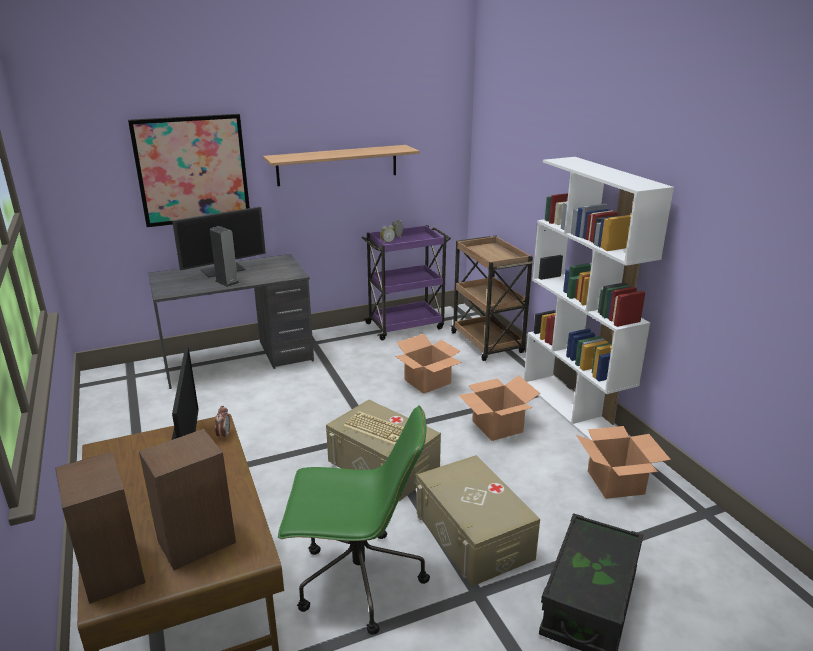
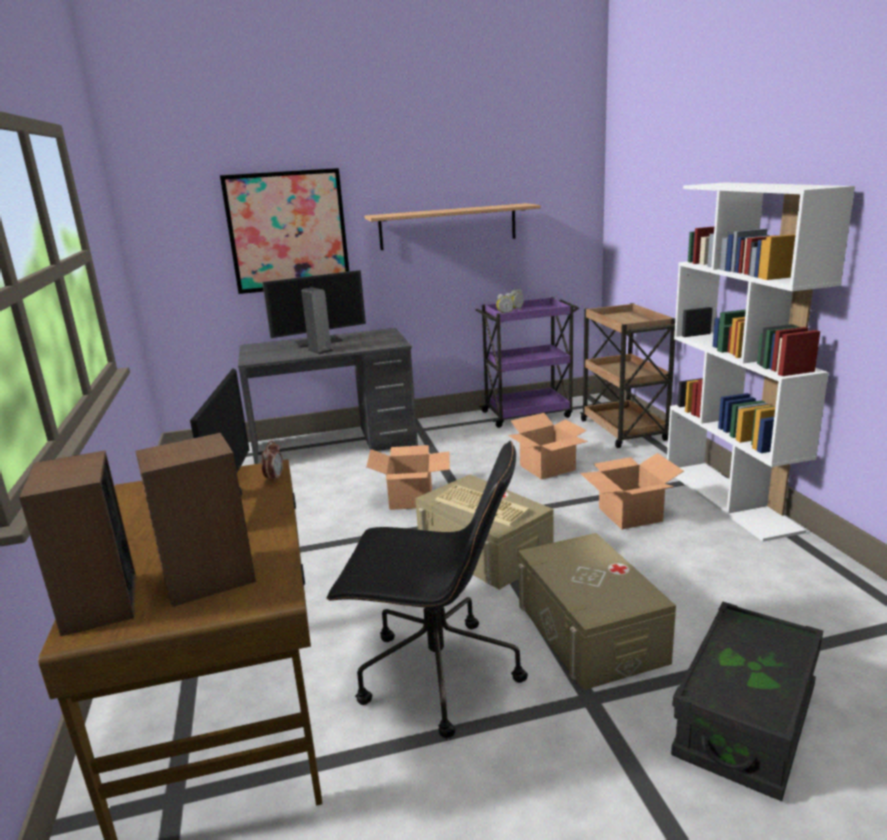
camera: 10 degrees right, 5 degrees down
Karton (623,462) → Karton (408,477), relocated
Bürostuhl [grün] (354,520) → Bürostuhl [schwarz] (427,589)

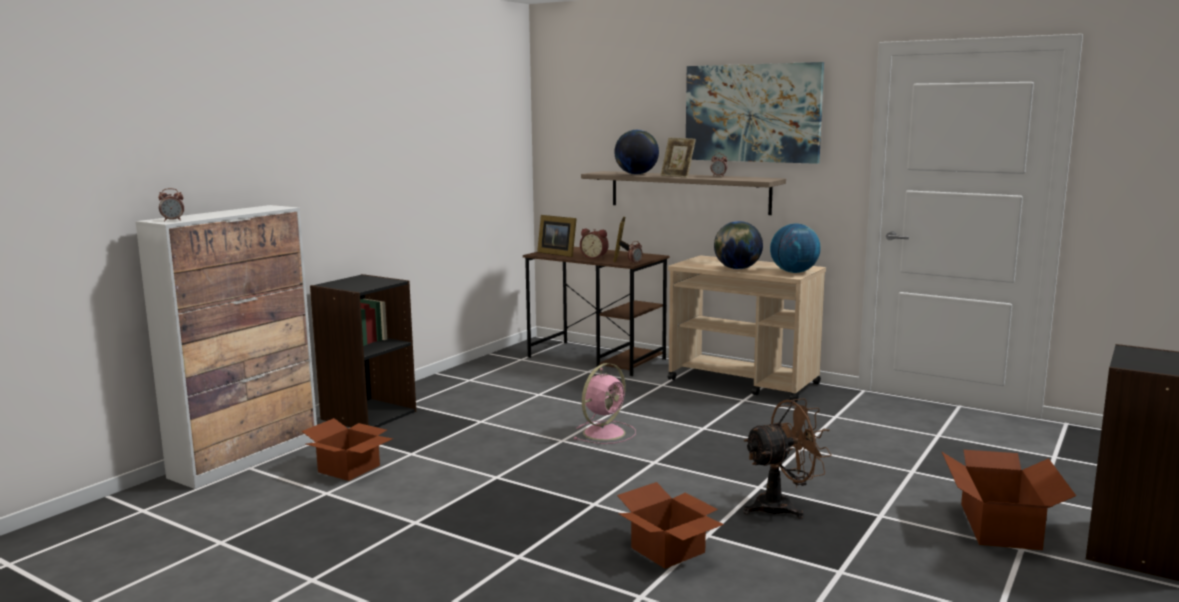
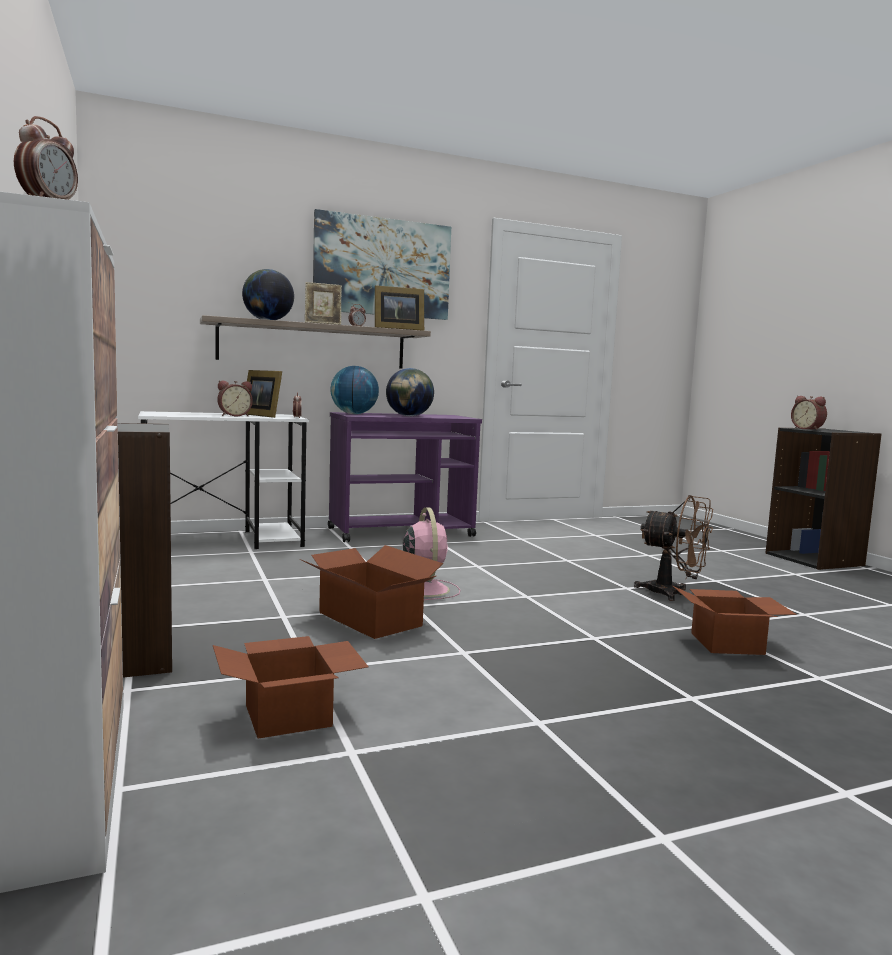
camera: 55 degrees left, 5 degrees down
- → Wecker (809,413)
Bilderrahmen (557,236) → Bilderrahmen (399,308), relocated
Globus (795,248) → Globus (354,390), relocated
Karton (1009,500) → Karton (371,592), relocated
Schreibtisch [braun] (596,311) → Schreibtisch [weiß] (223,480)
Rollwagen [beige] (747,328) → Rollwagen [lila] (405,477)
Ventilator [braun] (788,458) → Ventilator [braun] (673,548), 105 degrees clockwise

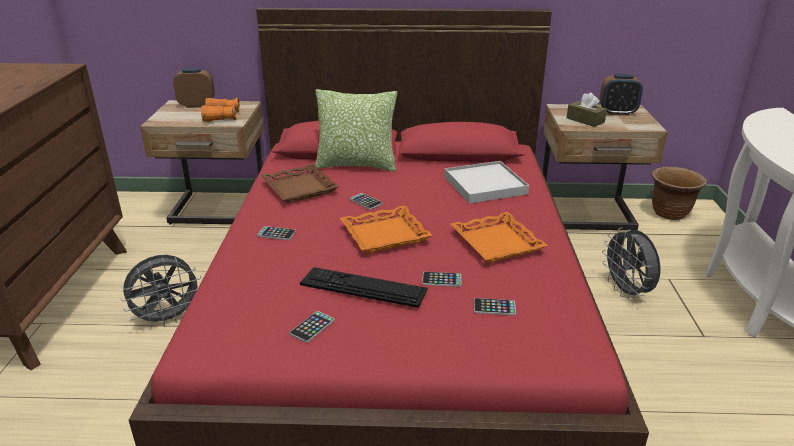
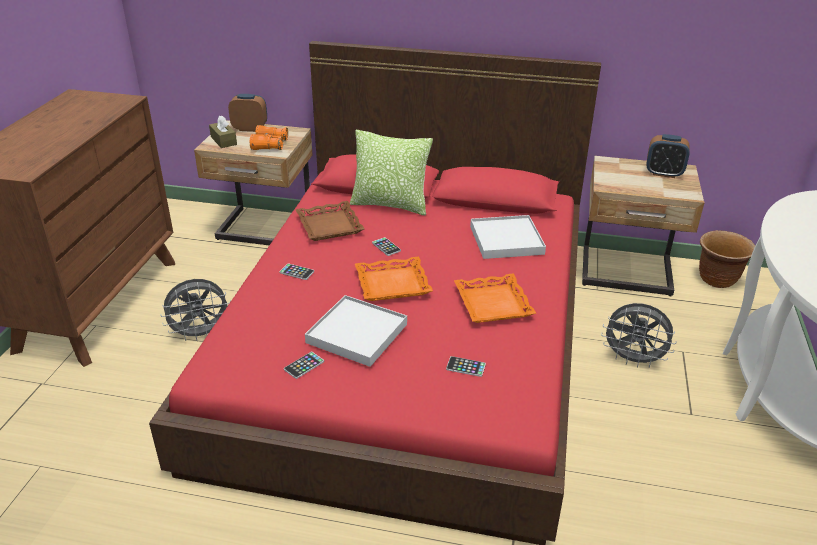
camera: 10 degrees right, 5 degrees up
Handy (441,279) → -
Taschentuchbox [braun] (587,109) → Taschentuchbox [braun] (223,131), relocated
Tastatur (364,287) → Tablett [weiß] (356,331)
Ventilator [grau] (631,264) → Ventilator [grau] (639,335), 60 degrees counterclockwise

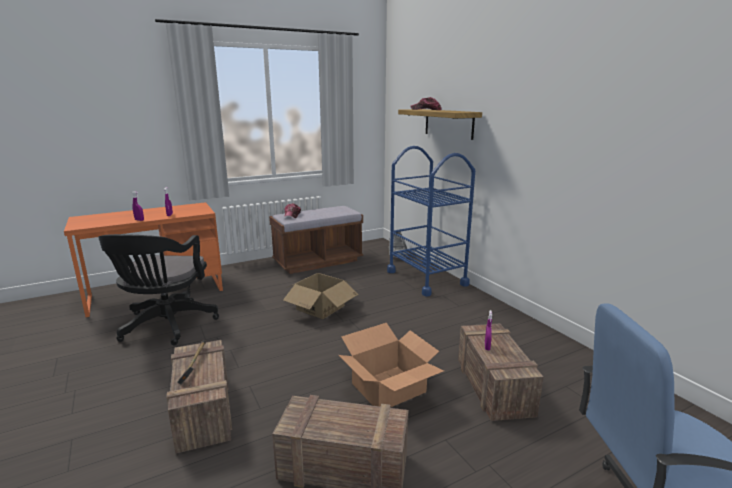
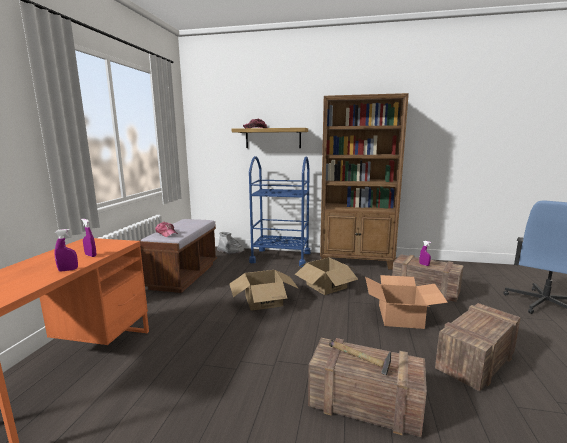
camera: 50 degrees left, 5 degrees down
Bürostuhl [schwarz] (158,289) → -
- → Karton (326,276)
- → Bücherregal [braun] (364,181)

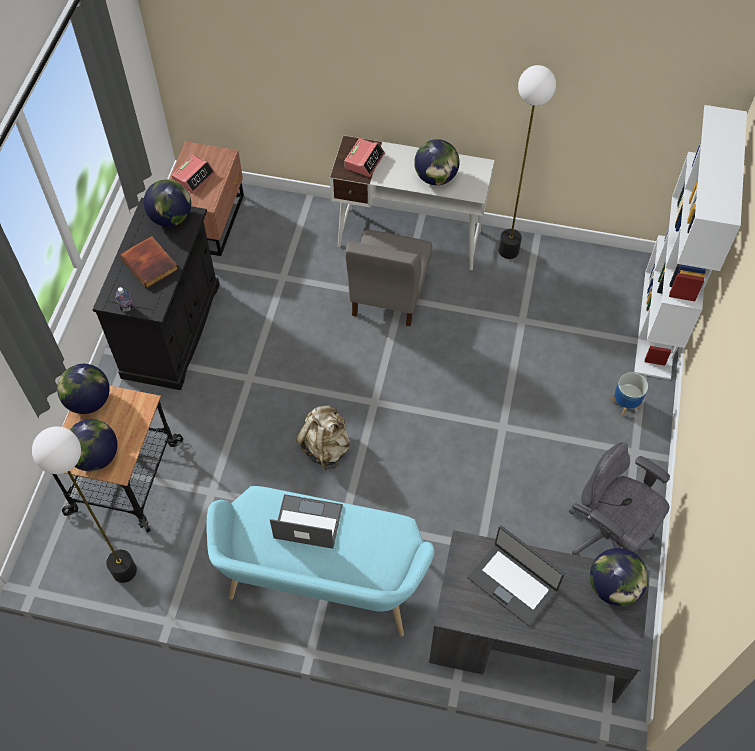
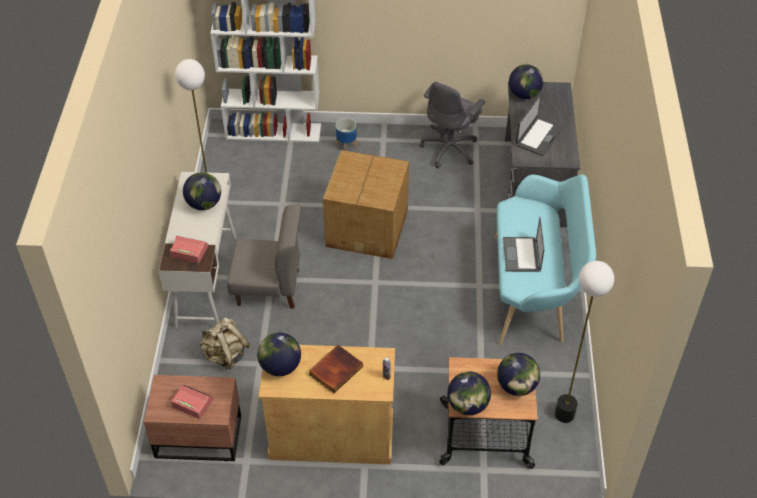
camera: 100 degrees left, 10 degrees down
- → Karton (366,204)
Rucksack [beige] (323,437) → Rucksack [beige] (224,343), relocated
Schrank [schwarz] (156,294) → Schrank [beige] (327,404)

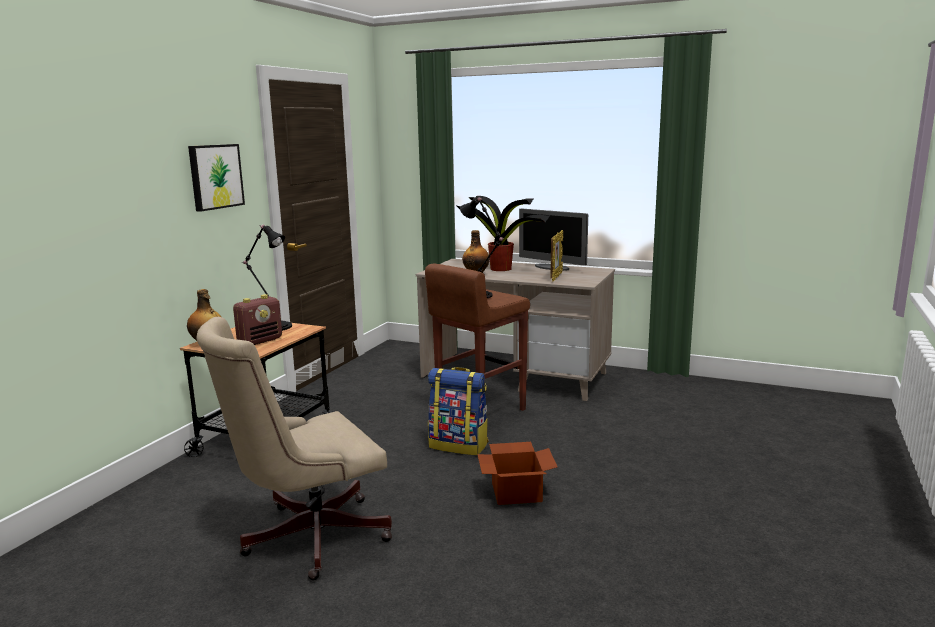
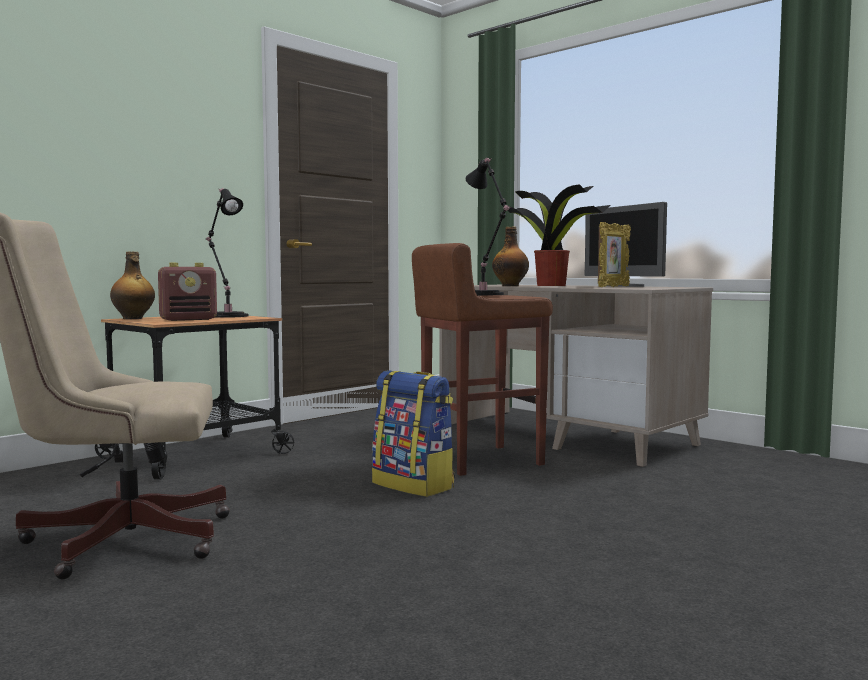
camera: 20 degrees right, 10 degrees down
Bild (216,178) → -
Karton (517,473) → -

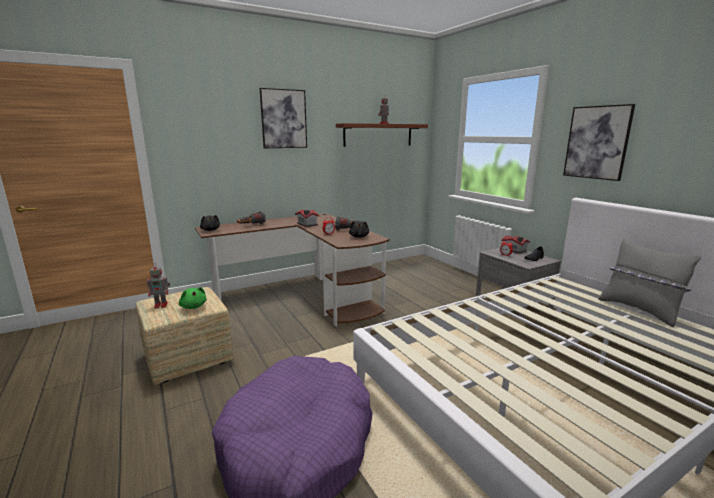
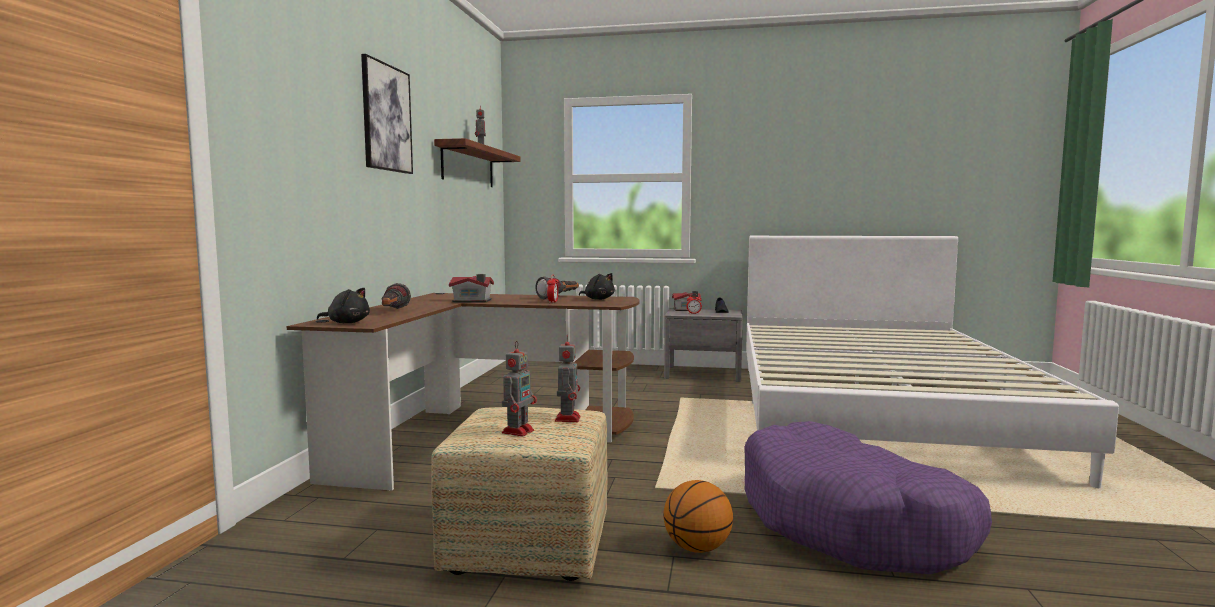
camera: 50 degrees left, 10 degrees down
Bild (599,142) → -
Kissen [grau] (650,283) → -
- → Basketball (698,516)
Plüschtier [grün] (192,298) → Spielzeugroboter (568,378)

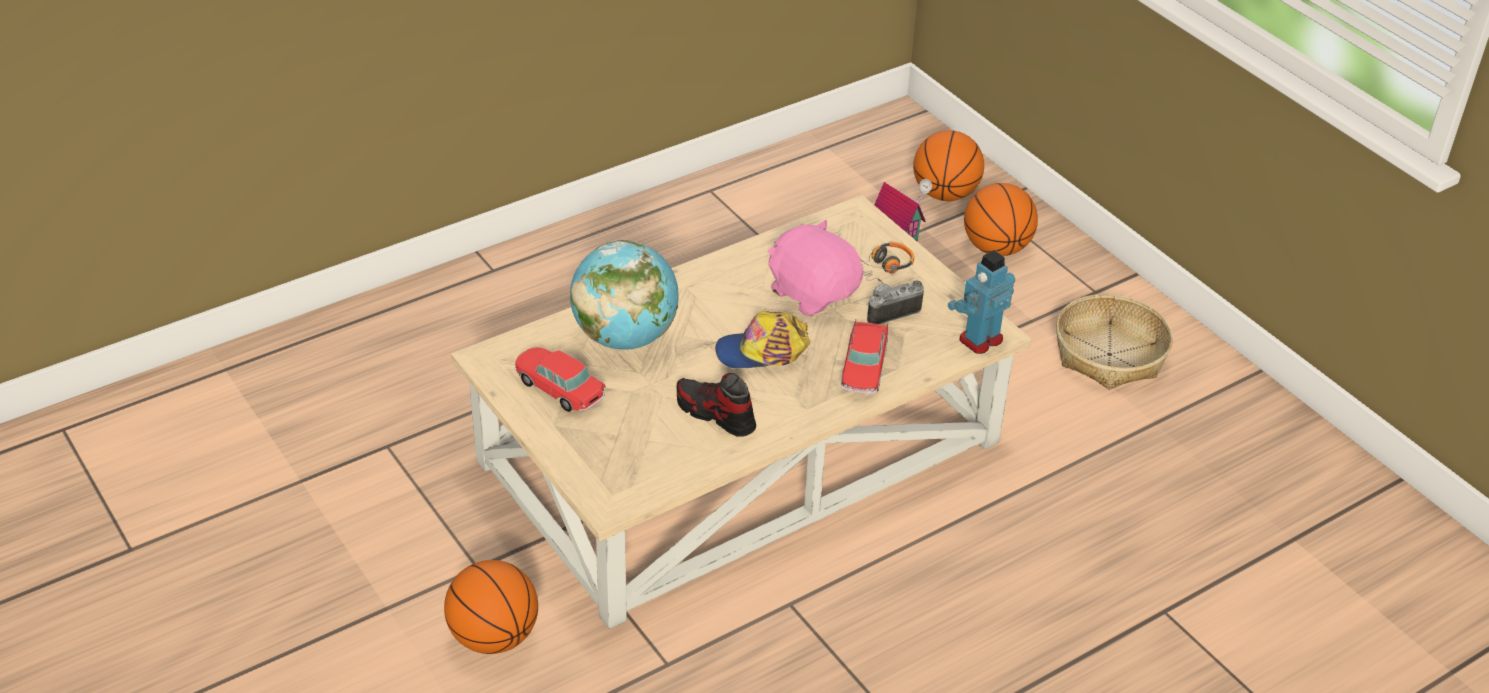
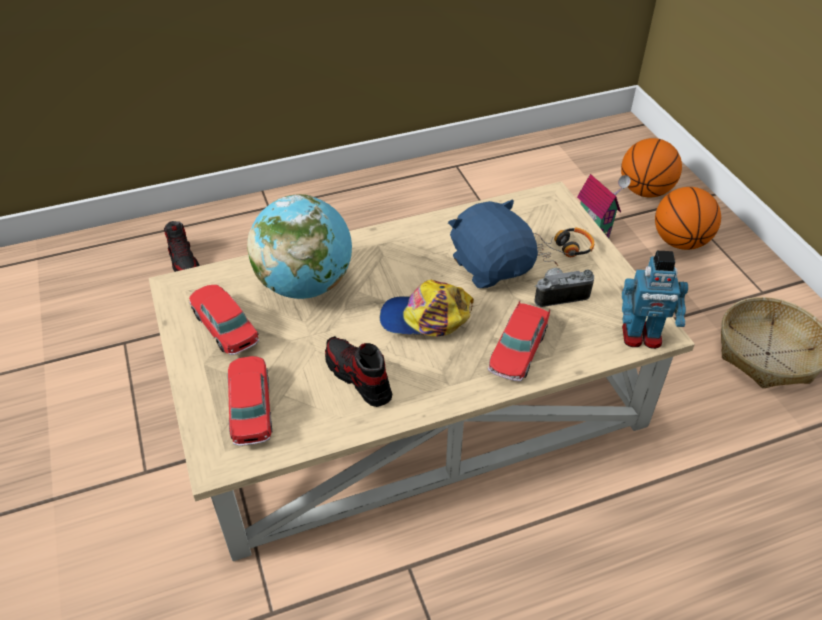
camera: 15 degrees right, 5 degrees up
Basketball (491,607) → -
- → Schuh (182,246)
- → Spielzeugauto (250,401)
Plüschtier [rosa] (815,268) → Plüschtier [blau] (493,243)
Spielzeugroboter (981,302) → Spielzeugroboter (655,300), 150 degrees counterclockwise

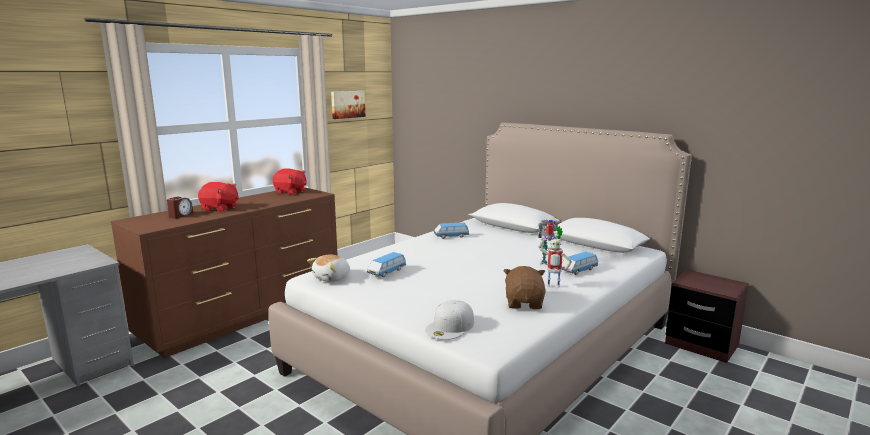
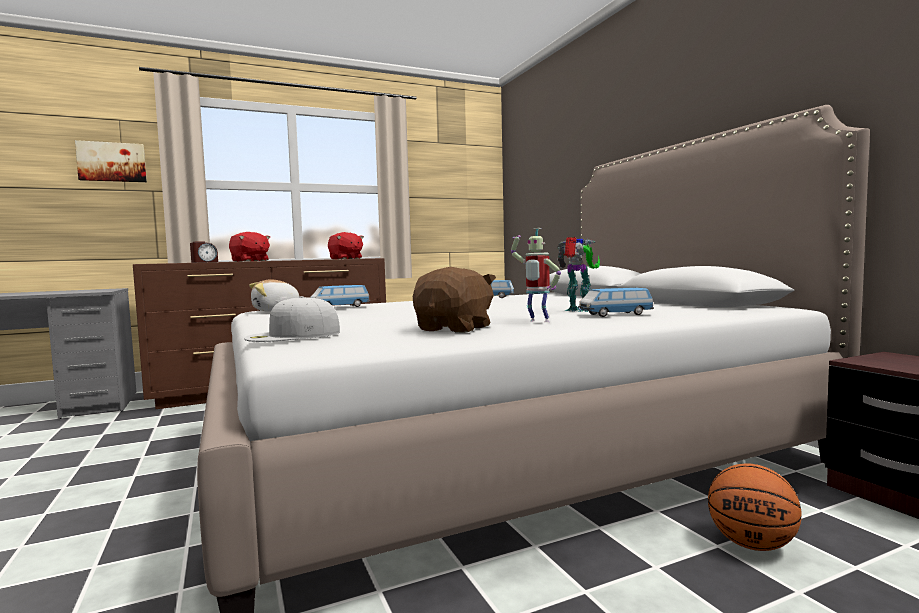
camera: 25 degrees right, 10 degrees down
- → Basketball (755,507)
Bild (348,105) → Bild (111,161), relocated

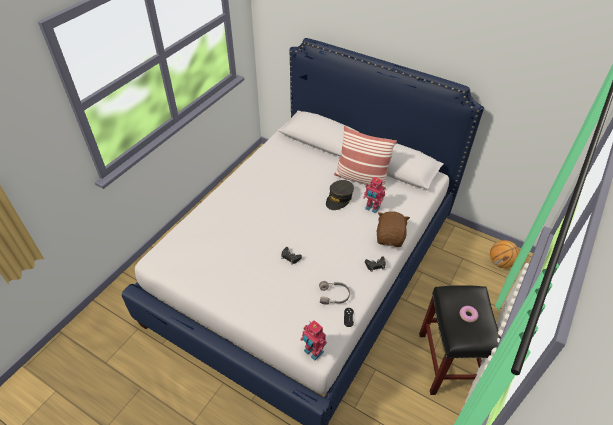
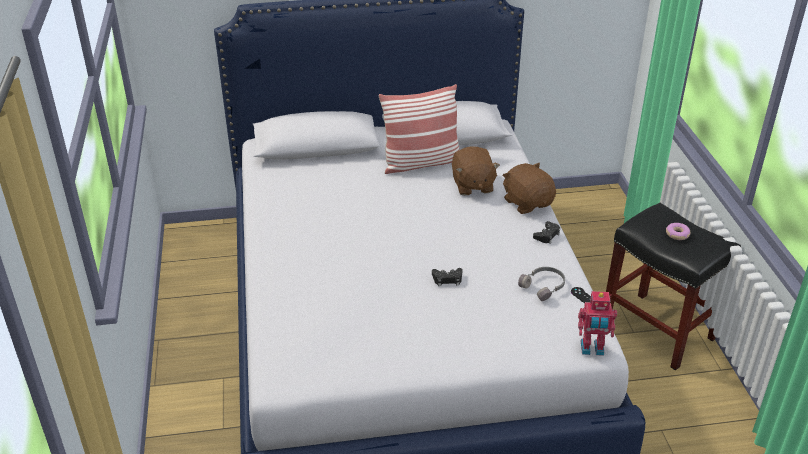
camera: 40 degrees left, 10 degrees down
Kappe [grau] (340,195) → -
Basketball (505,254) → -
Spielzeugroboter (374,195) → Plüschtier [braun] (476,171)

